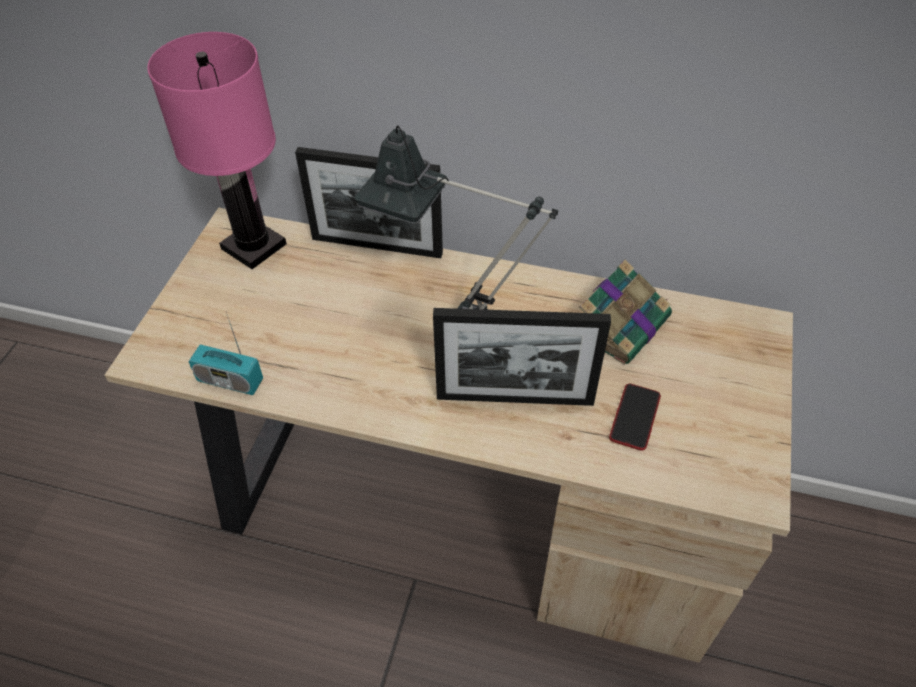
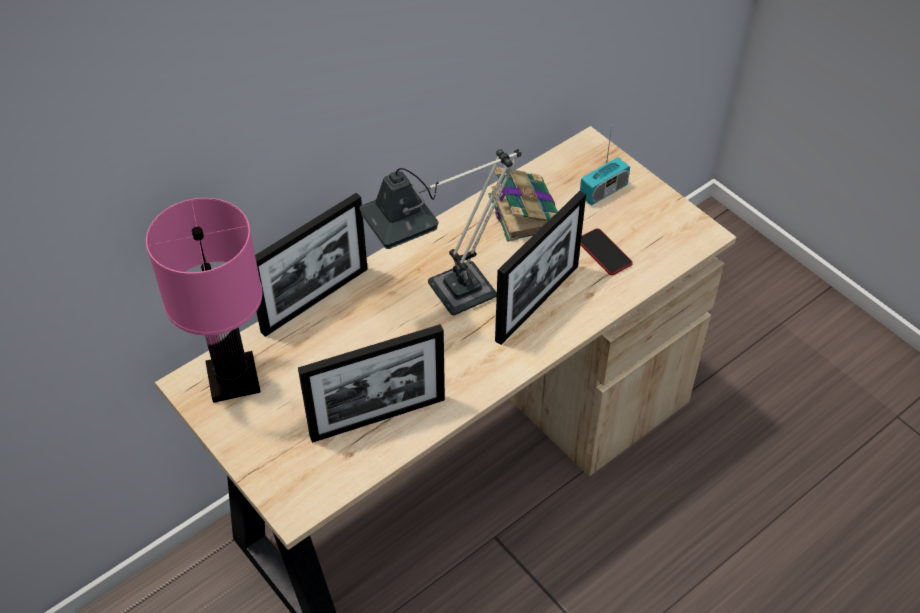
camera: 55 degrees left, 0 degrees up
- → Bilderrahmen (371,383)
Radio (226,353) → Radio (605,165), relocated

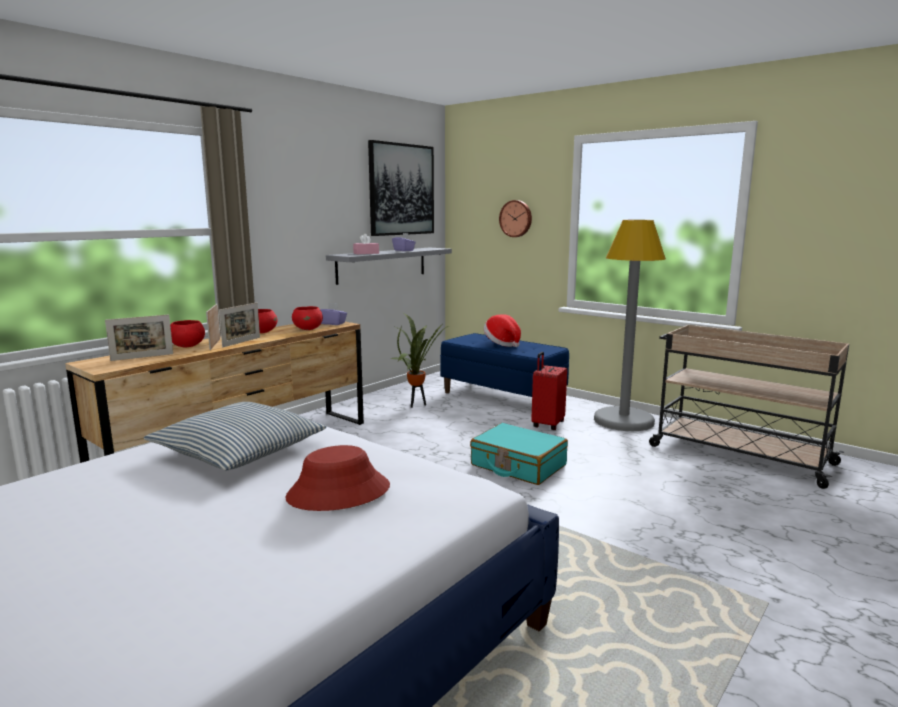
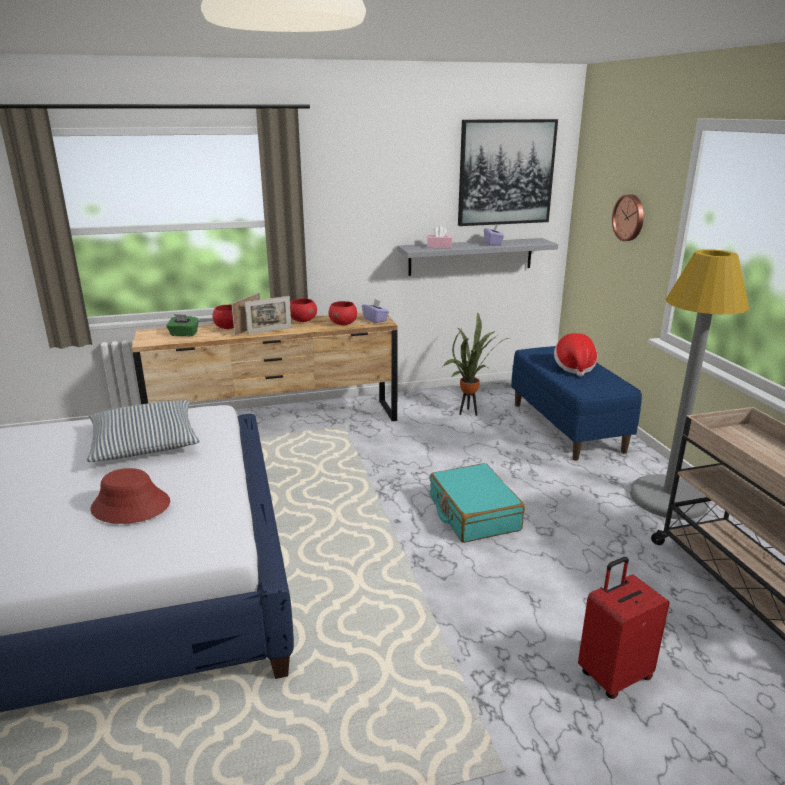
camera: 35 degrees right, 10 degrees up
Koffer [rot] (549,391) → Koffer [rot] (624,628), relocated
Bilderrahmen (139,338) → Taschentuchbox [grün] (182,325)

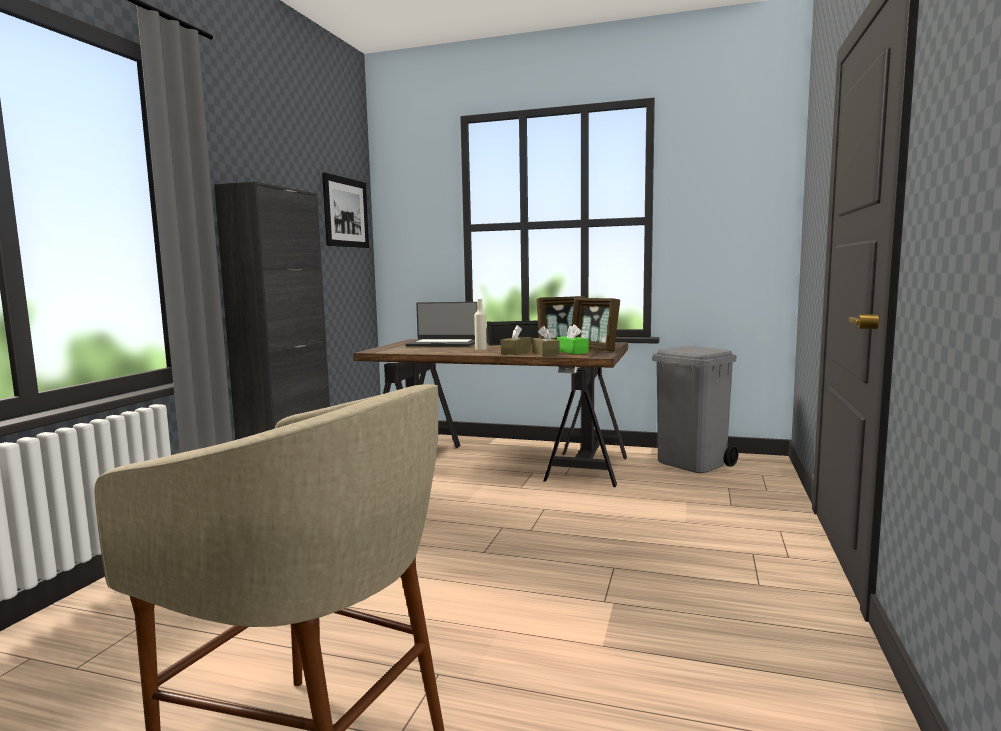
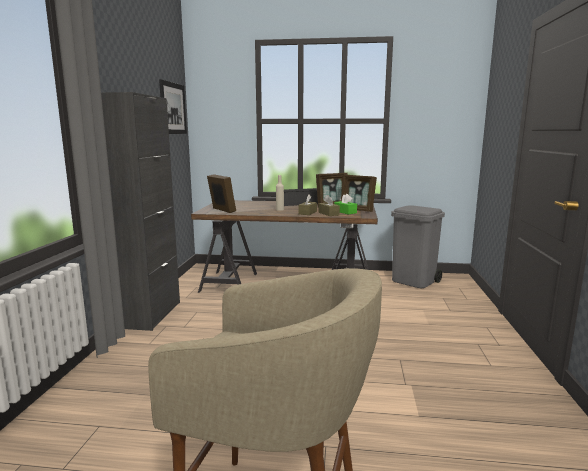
camera: 10 degrees left, 5 degrees up
Laptop (442,324) → -
- → Bilderrahmen (221,193)

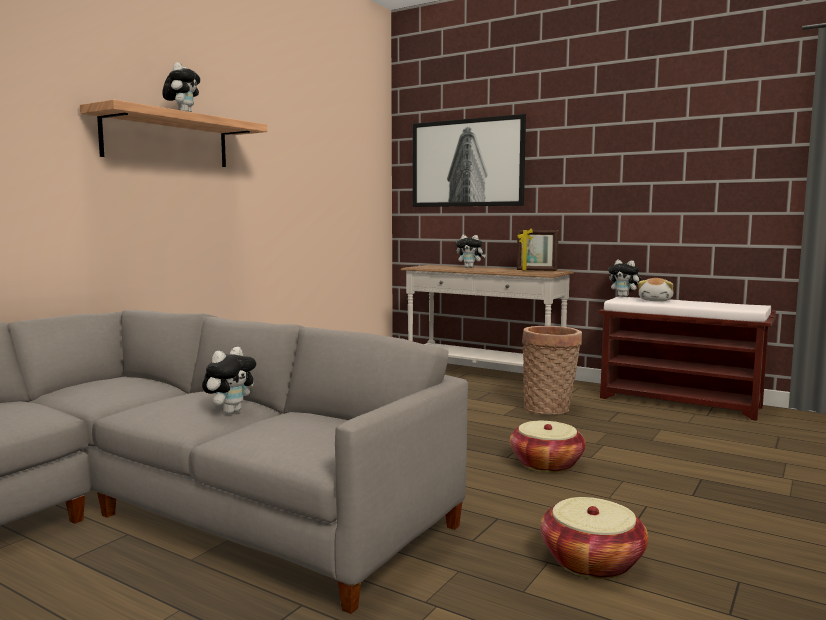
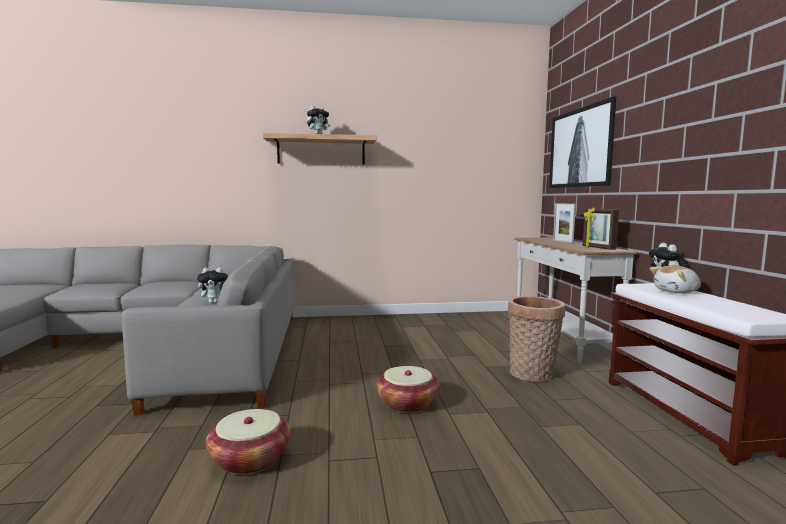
camera: 50 degrees right, 0 degrees up
Plüschtier (471,251) → Bilderrahmen (564,223)

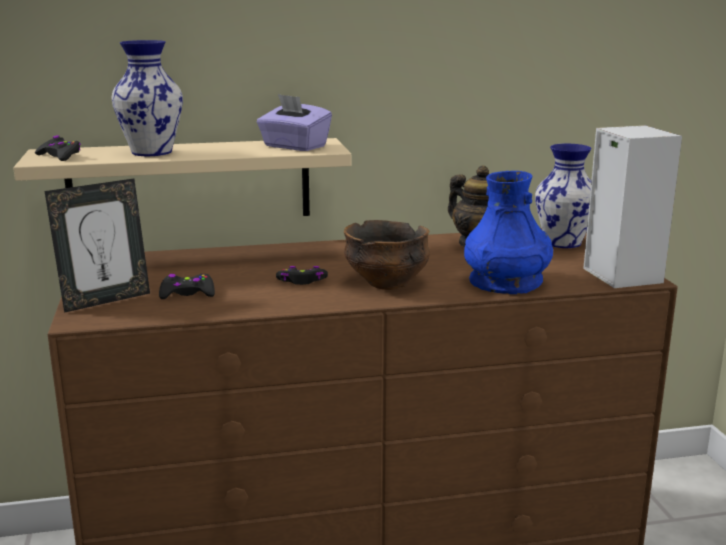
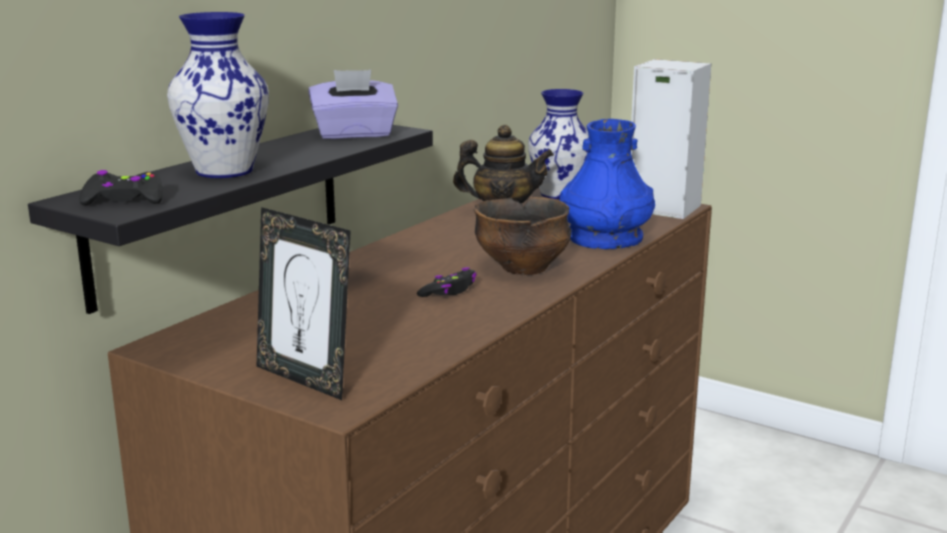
camera: 45 degrees left, 0 degrees up
Gamepad [schwarz] (187,286) → -
Wandregal [beige] (182,177) → Wandregal [schwarz] (230,219)
Bilderrahmen (97,246) → Bilderrahmen (304,303), 120 degrees clockwise

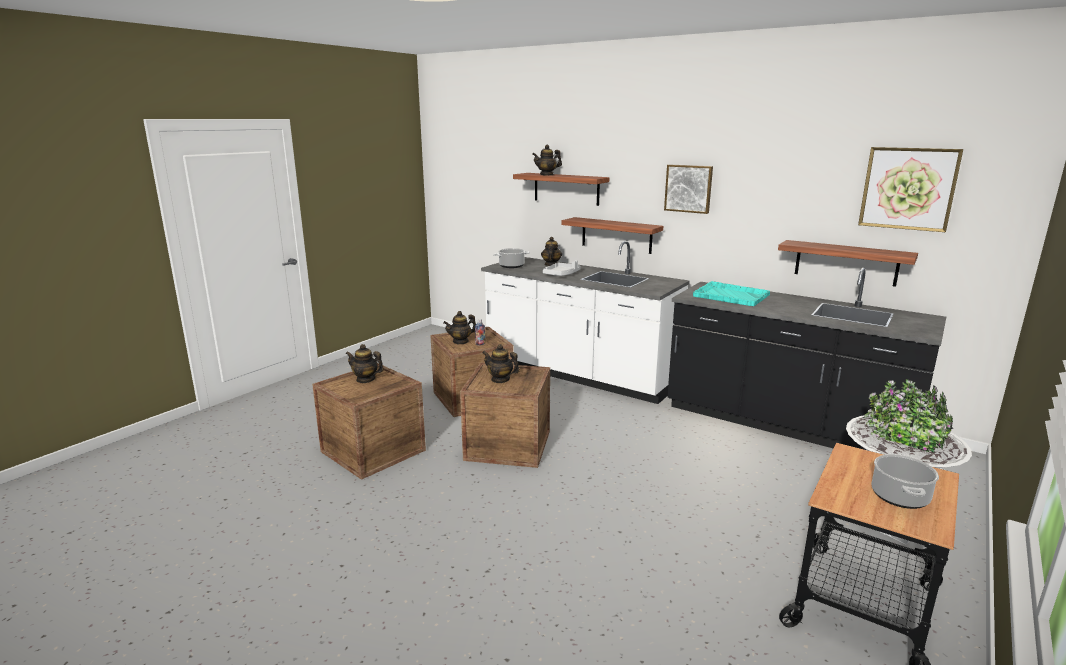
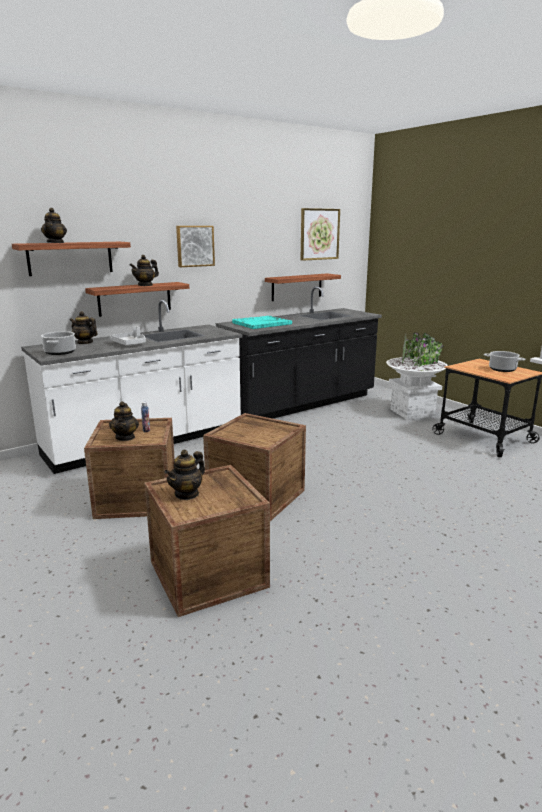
camera: 70 degrees left, 0 degrees up
Teekanne (501,363) → Teekanne (144,270), relocated

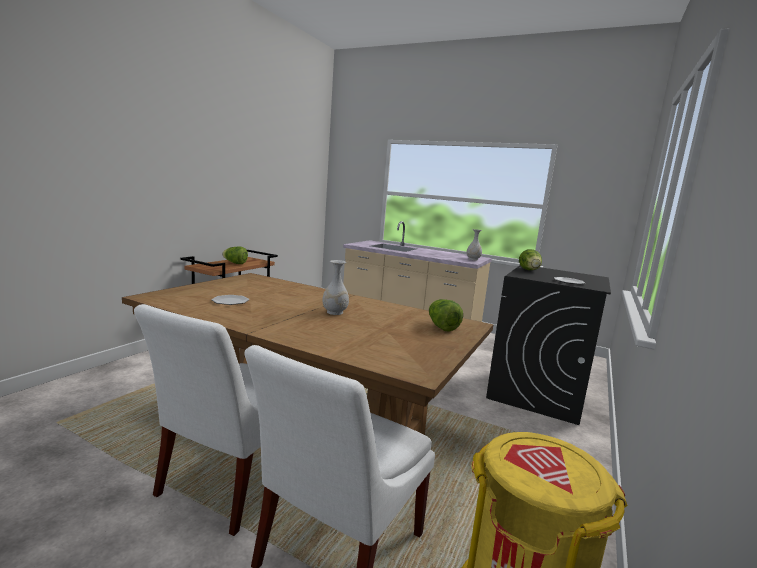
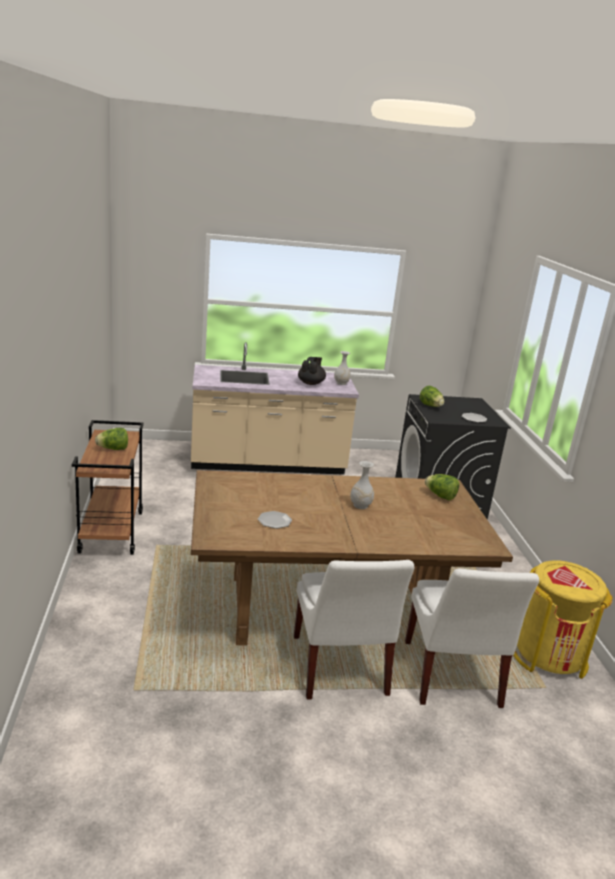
camera: 35 degrees left, 10 degrees up
- → Teekanne [schwarz] (312,371)

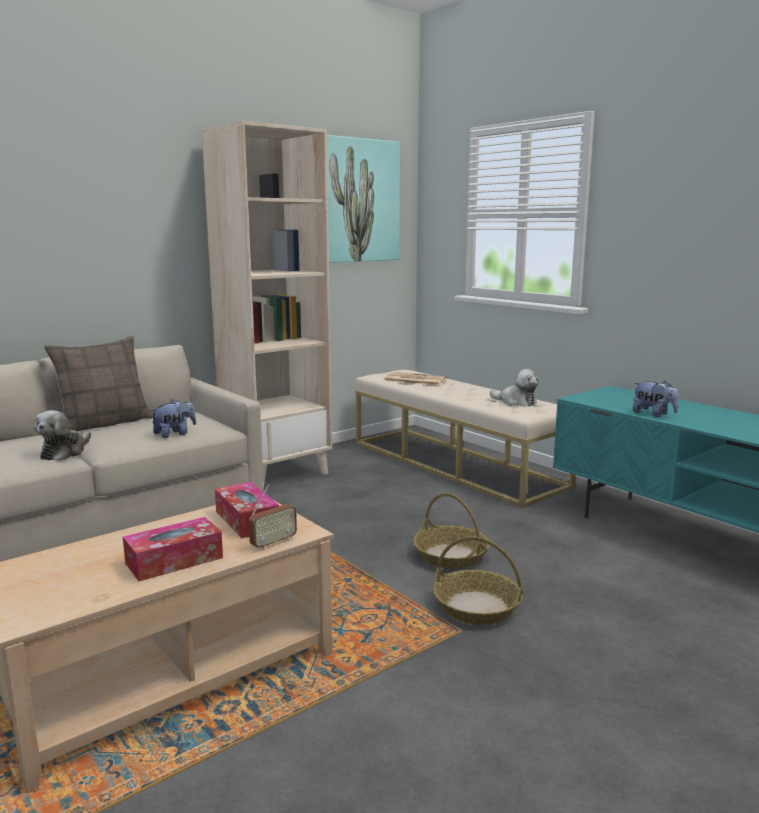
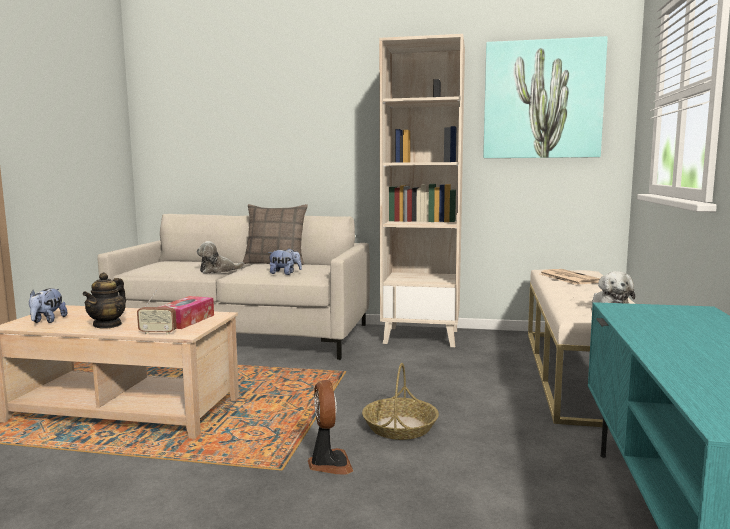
camera: 50 degrees right, 5 degrees down
Plüschtier (655,399) → Plüschtier (48,305), relocated
Taschentuchbox (173,549) → Teekanne (104,300)
Korb (478,580) → Ventilator (330,427)

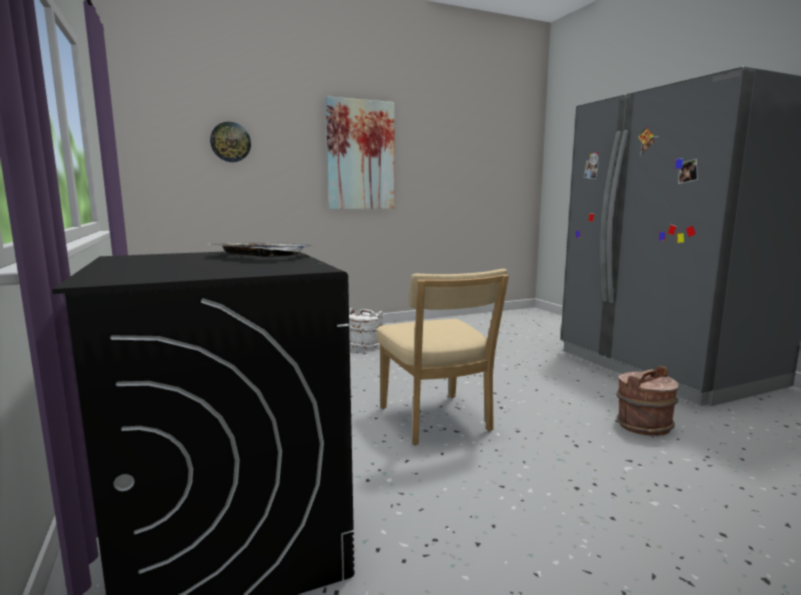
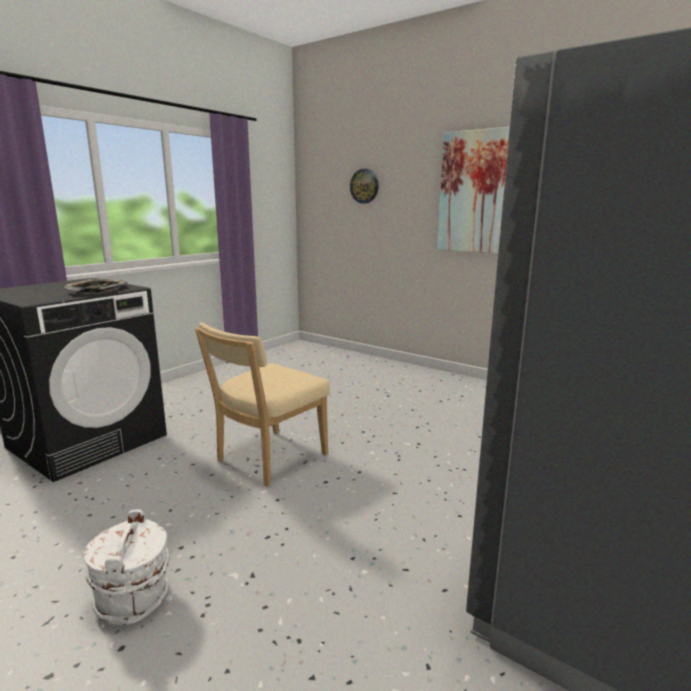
camera: 60 degrees right, 5 degrees up
Eimer [braun] (647,401) → -
Eimer [weiß] (366,329) → Eimer [weiß] (126,567), relocated

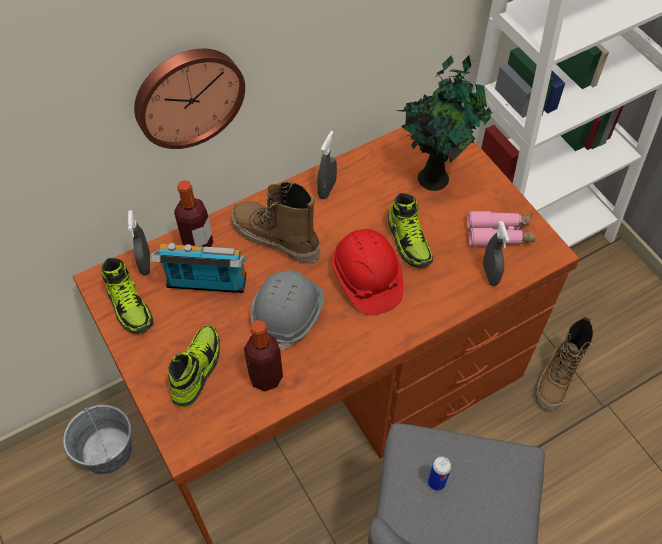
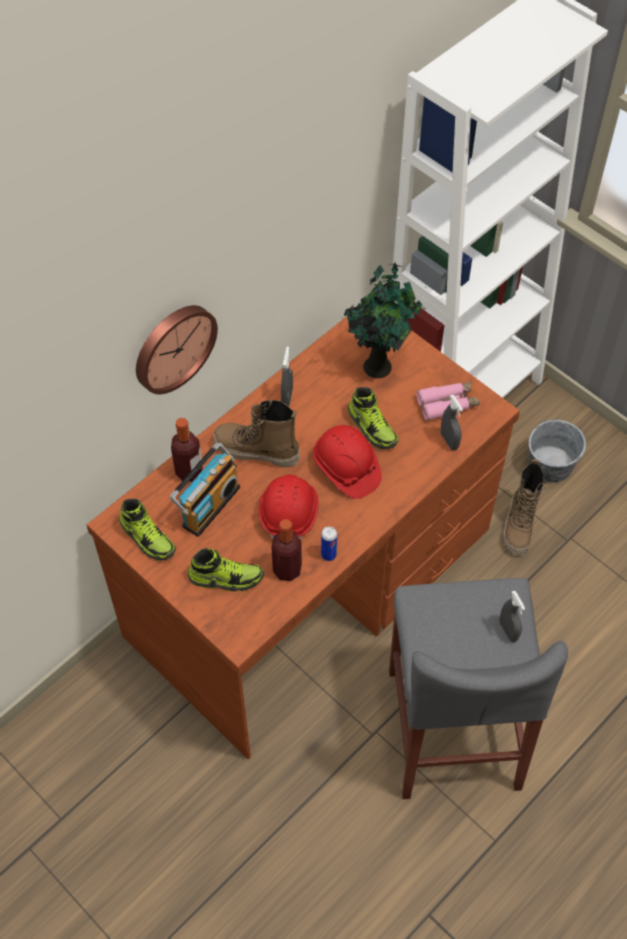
camera: 15 degrees left, 0 degrees up
Eimer [grau] (97,439) → Eimer [grau] (557,450), relocated
Sprühflasche [grau] (139,242) → Sprühflasche [grau] (512,616), relocated
Dose (440,474) → Dose (329,543), relocated
Schutzhelm [grau] (287,310) → Schutzhelm [rot] (289,507)
Radio (198,268) → Radio (205,490), 135 degrees clockwise
Schuh (194,366) → Schuh (226,570), 90 degrees clockwise

